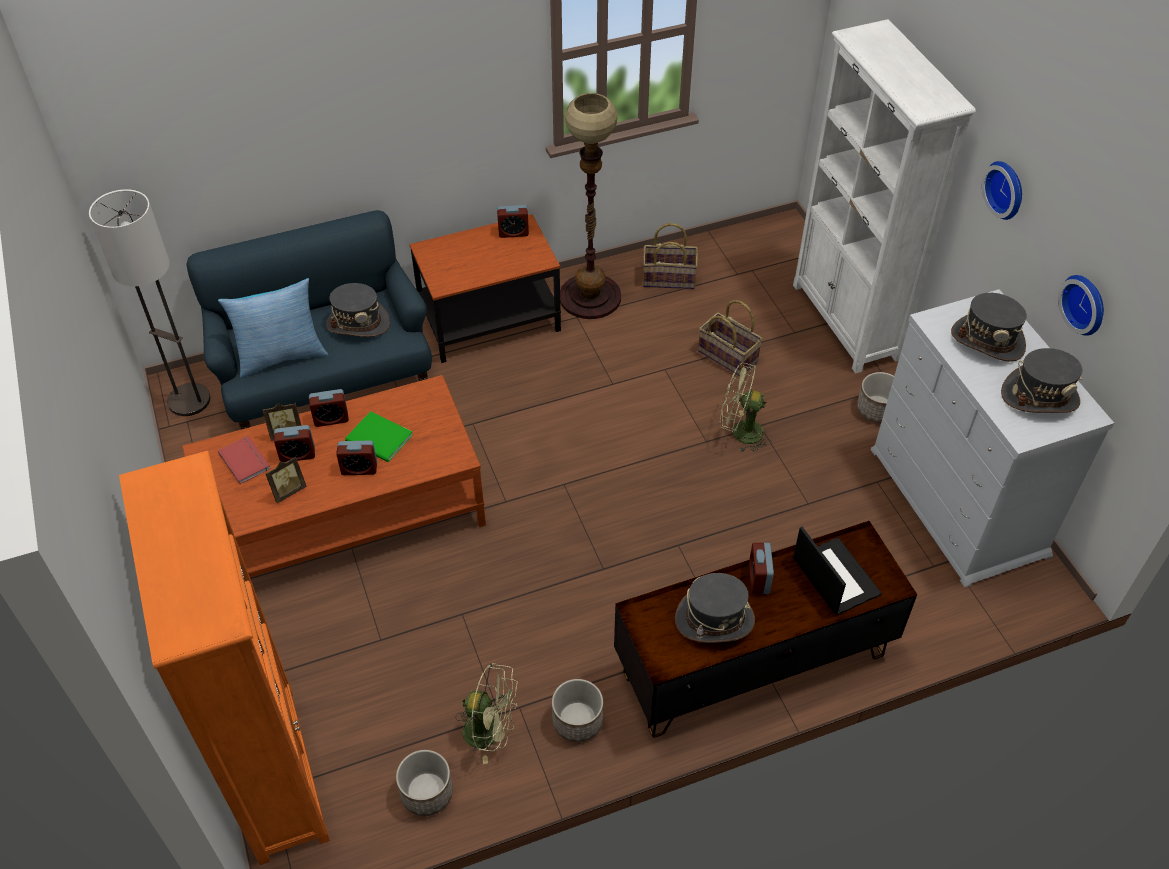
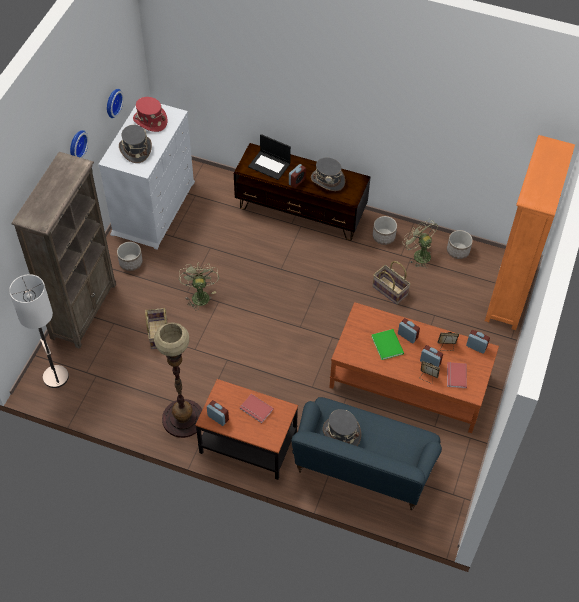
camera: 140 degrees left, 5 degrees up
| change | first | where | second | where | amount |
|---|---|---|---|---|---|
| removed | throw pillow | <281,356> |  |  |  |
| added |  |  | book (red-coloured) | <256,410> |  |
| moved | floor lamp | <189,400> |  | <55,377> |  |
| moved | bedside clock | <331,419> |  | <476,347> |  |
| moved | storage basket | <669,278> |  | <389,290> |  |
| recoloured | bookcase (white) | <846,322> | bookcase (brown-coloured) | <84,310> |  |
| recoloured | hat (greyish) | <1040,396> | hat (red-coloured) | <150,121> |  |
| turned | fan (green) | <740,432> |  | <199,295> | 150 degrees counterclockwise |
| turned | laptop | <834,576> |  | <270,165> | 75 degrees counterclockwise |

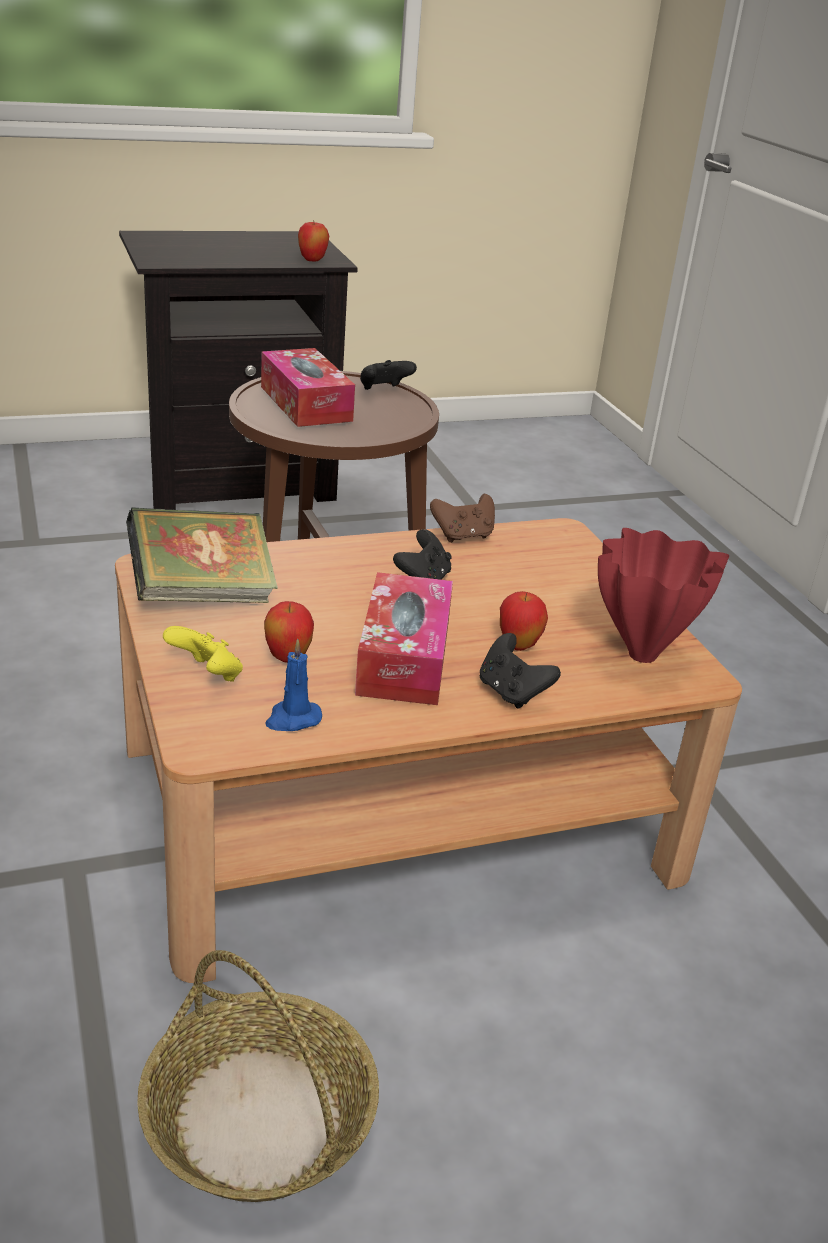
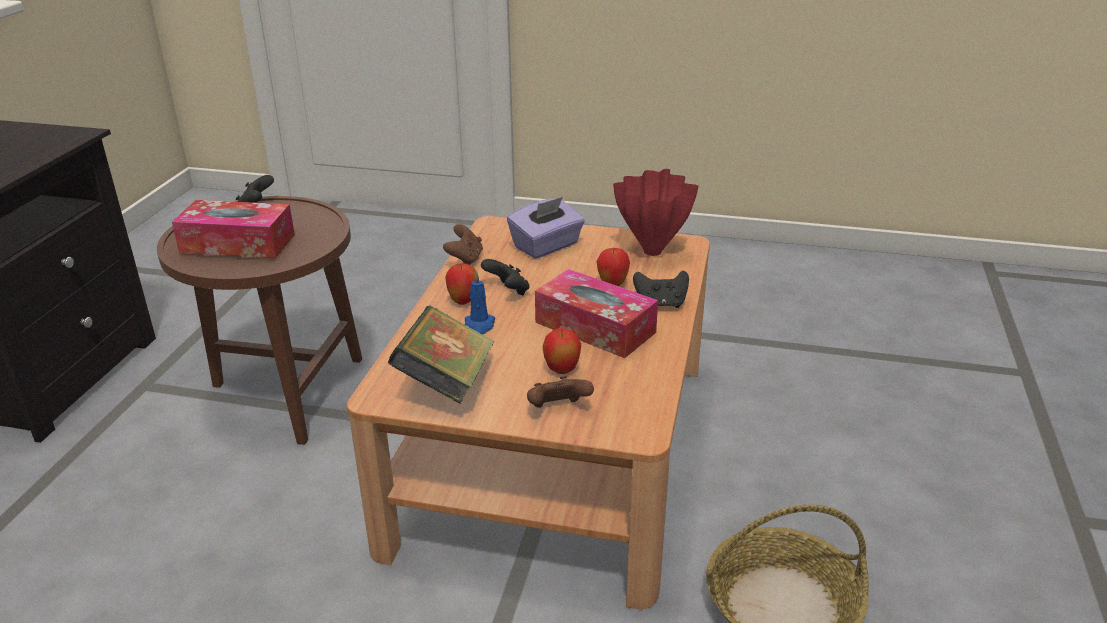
camera: 55 degrees left, 0 degrees up
| change | first | where | second | where | amount |
|---|---|---|---|---|---|
| added |  |  | box of tissues (purple-coloured) | <546,246> |  |
| moved | wax light (blue) | <292,719> |  | <479,325> |  |
| moved | apple | <312,260> |  | <463,301> |  |
| recoloured | gamepad (yellow) | <207,675> | gamepad (brown-coloured) | <558,409> |  |

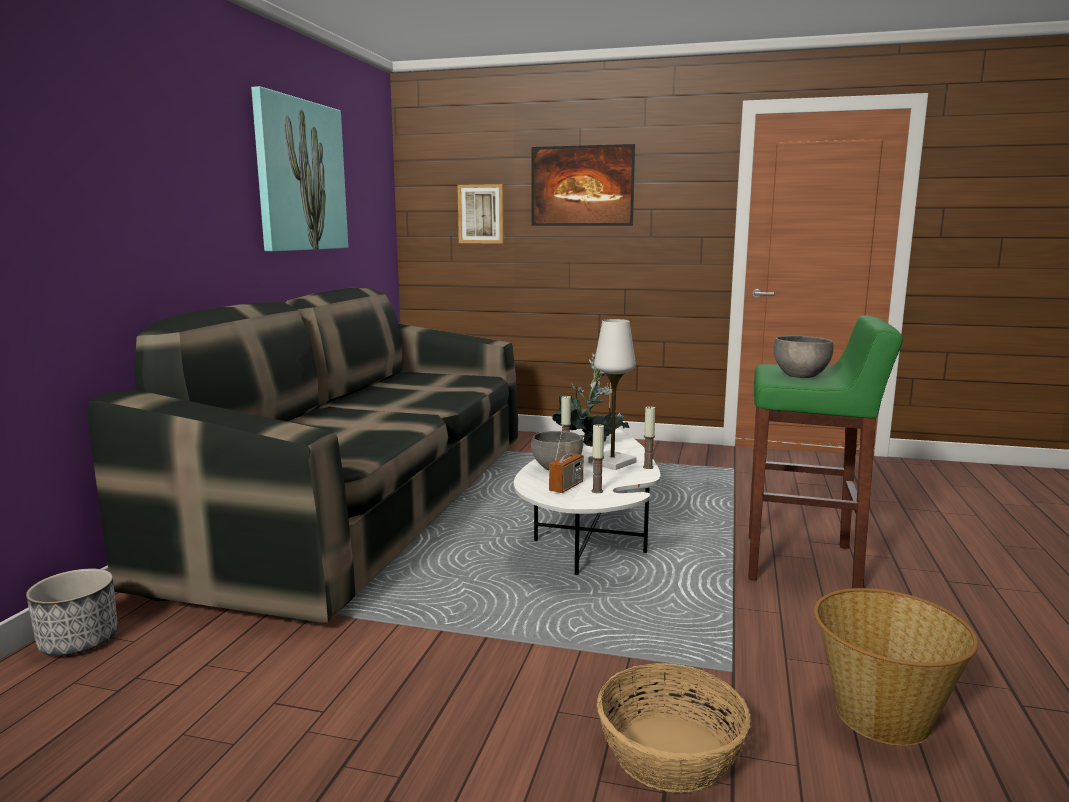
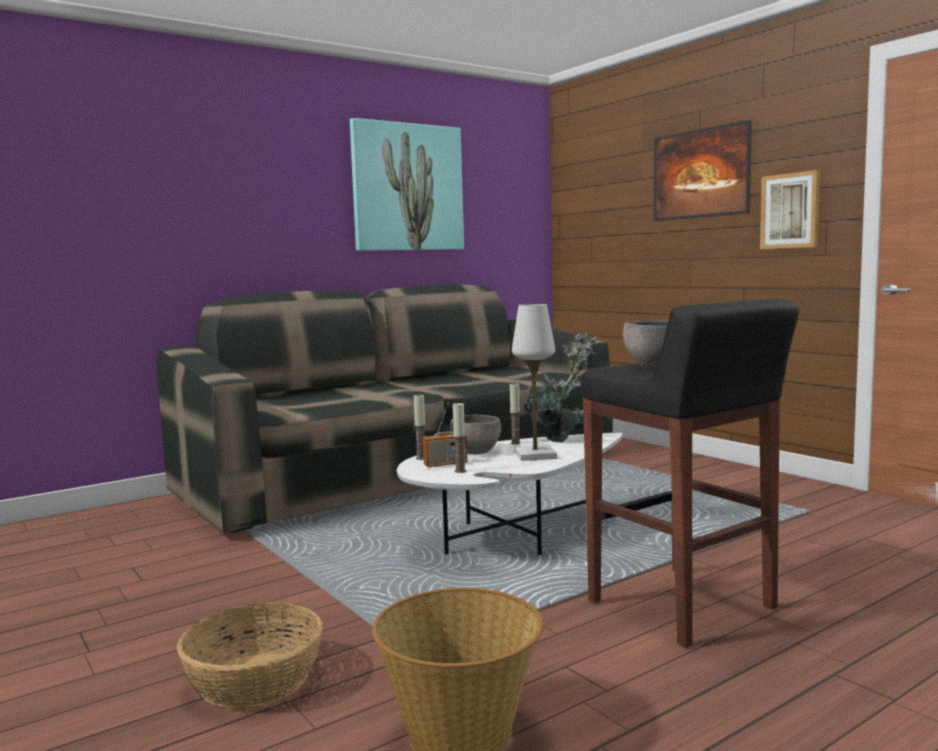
camera: 40 degrees right, 5 degrees down
| change | first | where | second | where | amount |
|---|---|---|---|---|---|
| removed | plant pot | <79,641> |  |  |  |
| moved | wall art | <481,214> |  | <790,211> |  |
| moved | wax light | <648,467> |  | <421,458> |  |
| recoloured | stool seat (green) | <803,563> | stool seat (black-coloured) | <683,606> |  |

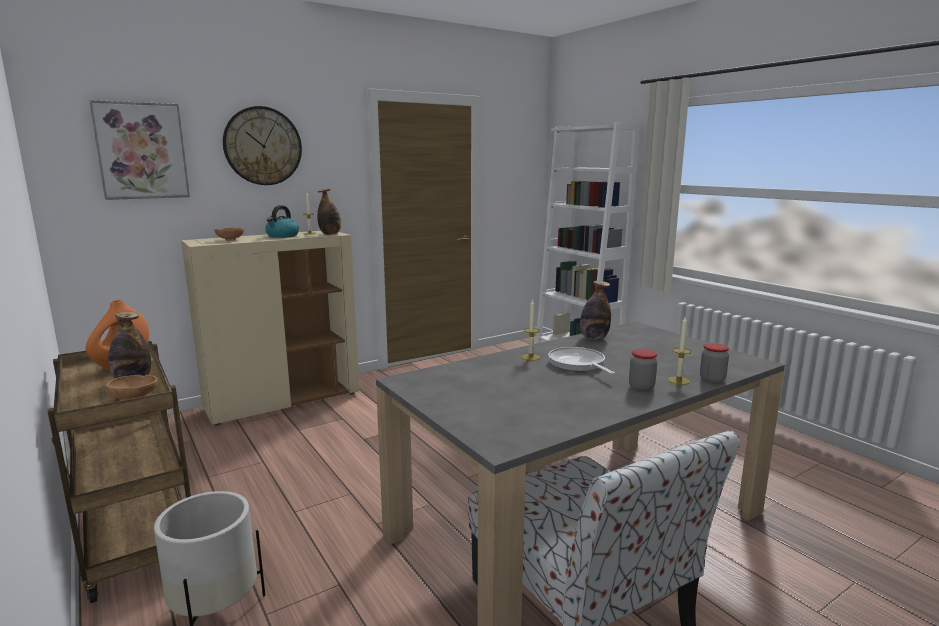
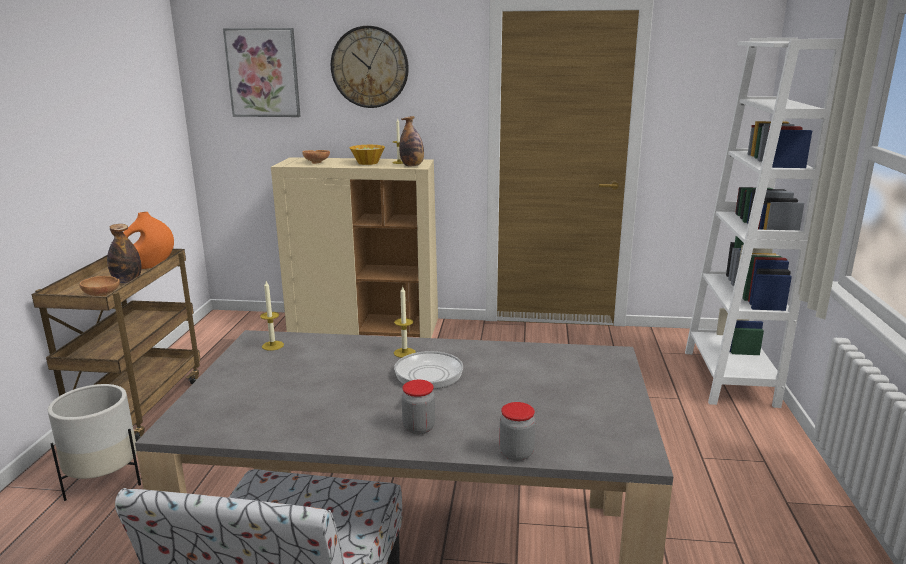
camera: 40 degrees right, 5 degrees up
| change | first | where | second | where | amount |
|---|---|---|---|---|---|
| removed | bottle | <594,338> |  |  |  |
| moved | wax light | <678,380> |  | <272,345> |  |
| replaced | water kettle | <282,236> | deep dish | <368,163> |  |

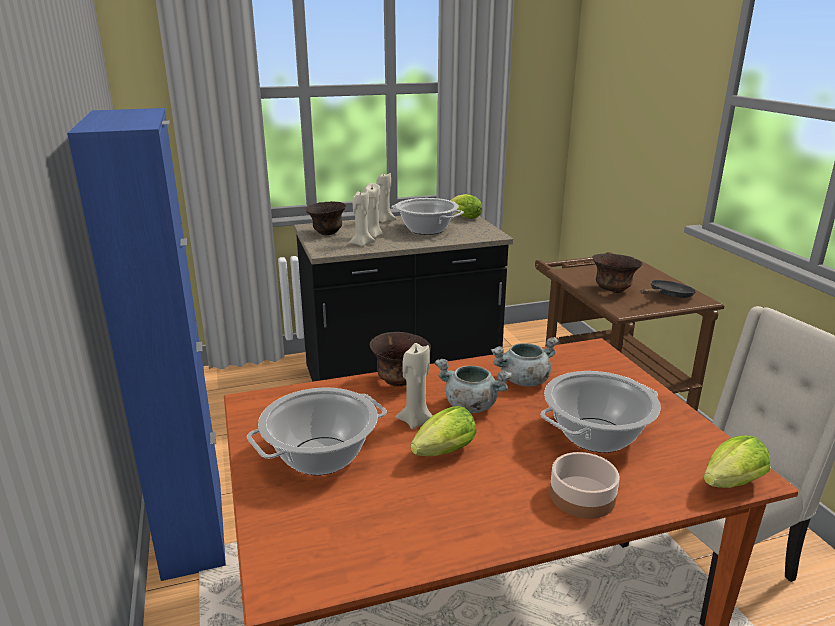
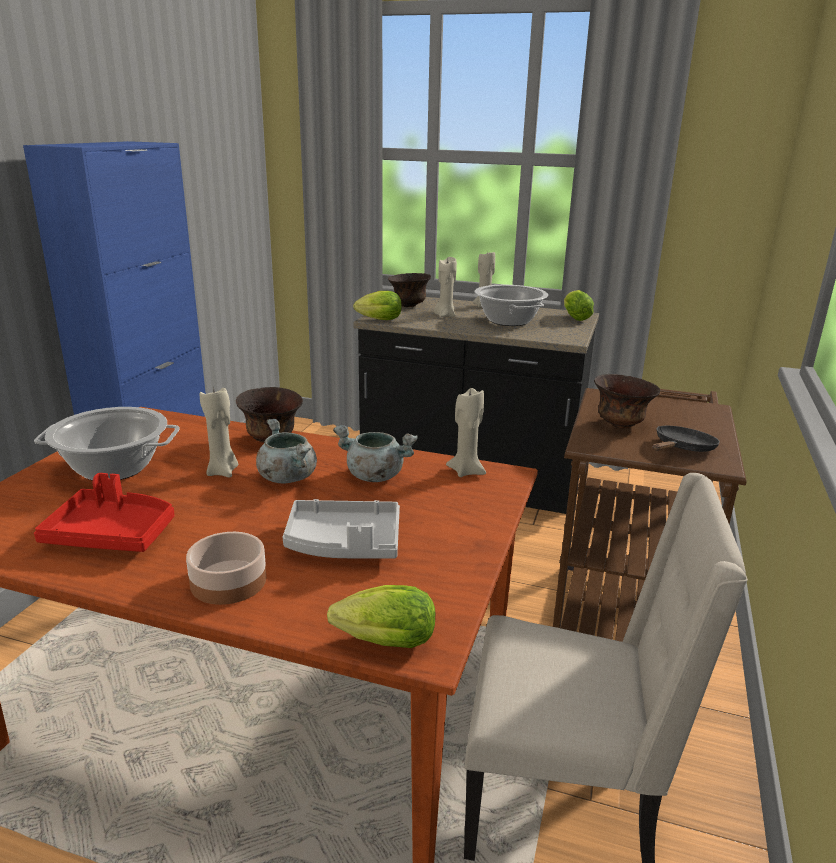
camera: 35 degrees right, 0 degrees up
| change | first | where | second | where | amount |
|---|---|---|---|---|---|
| added |  |  | tray (red-coloured) | <112,534> |  |
| moved | wax light (sand-coloured) | <362,244> |  | <466,471> |  |
| moved | head of lettuce | <441,454> |  | <377,320> |  |
| replaced | stockpot | <596,436> | tray (greyish) | <344,544> |  |
| turned | skillet (black-coloured) | <668,296> |  | <682,449> | 45 degrees counterclockwise |

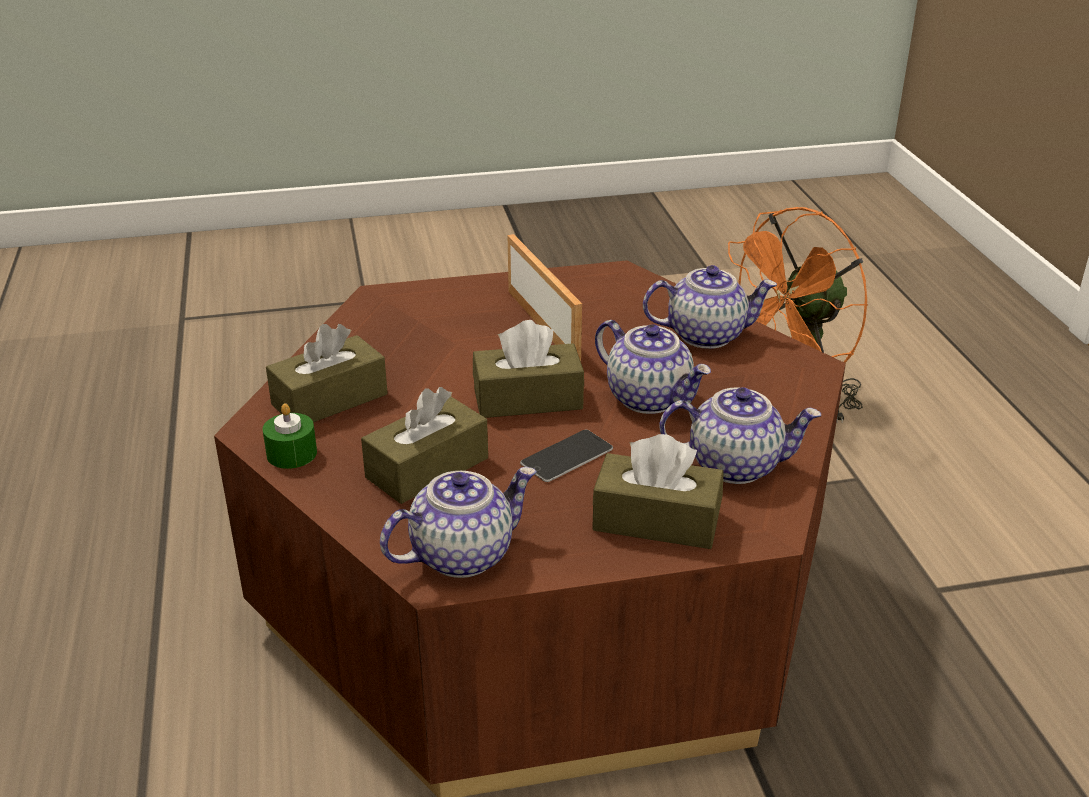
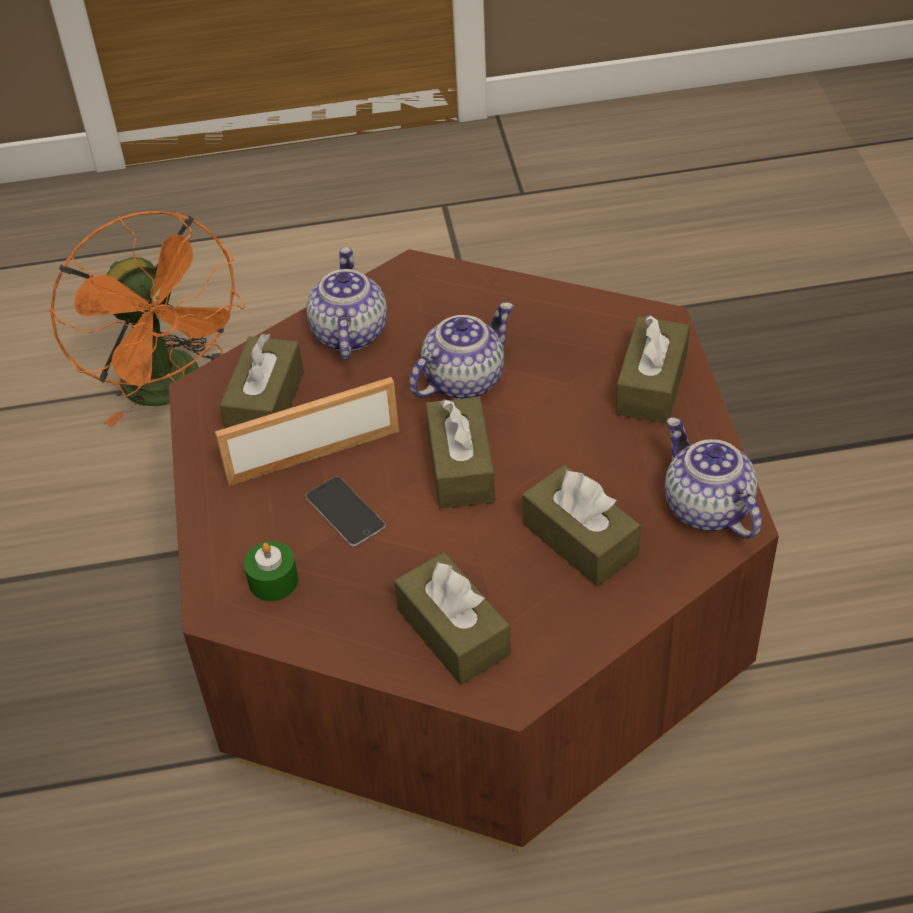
camera: 85 degrees left, 15 degrees up
| change | first | where | second | where | amount |
|---|---|---|---|---|---|
| removed | teapot | <735,464> |  |  |  |
| added |  |  | box of tissues (brown-coloured) | <265,403> |  |
| moved | wax light (green) | <291,453> |  | <273,581> |  |
| moved | phone | <567,456> |  | <345,511> |  |

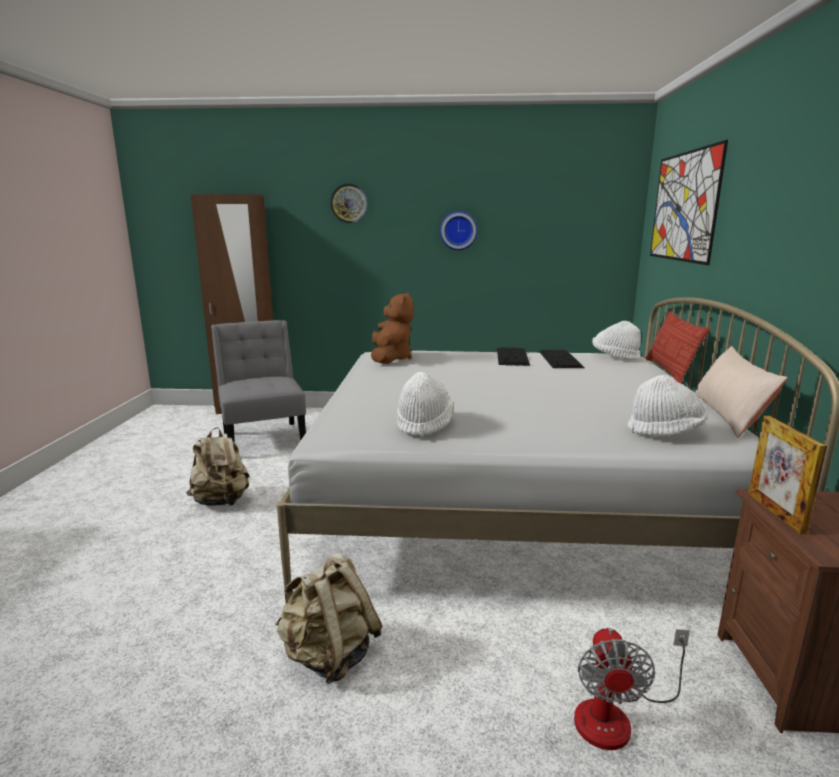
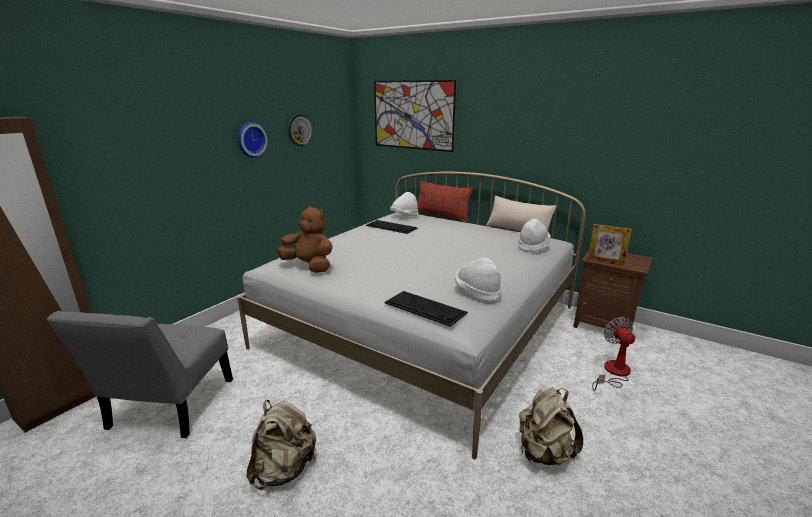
camera: 60 degrees left, 5 degrees up
| change | first | where | second | where | amount |
|---|---|---|---|---|---|
| moved | wall clock | <349,203> |  | <299,130> |  |
| moved | PC keyboard | <512,356> |  | <426,307> |  |
| turned | plain chair (greyish) | <263,438> |  | <168,408> | 90 degrees counterclockwise |
| turned | fan | <616,715> |  | <613,373> | 135 degrees counterclockwise |

